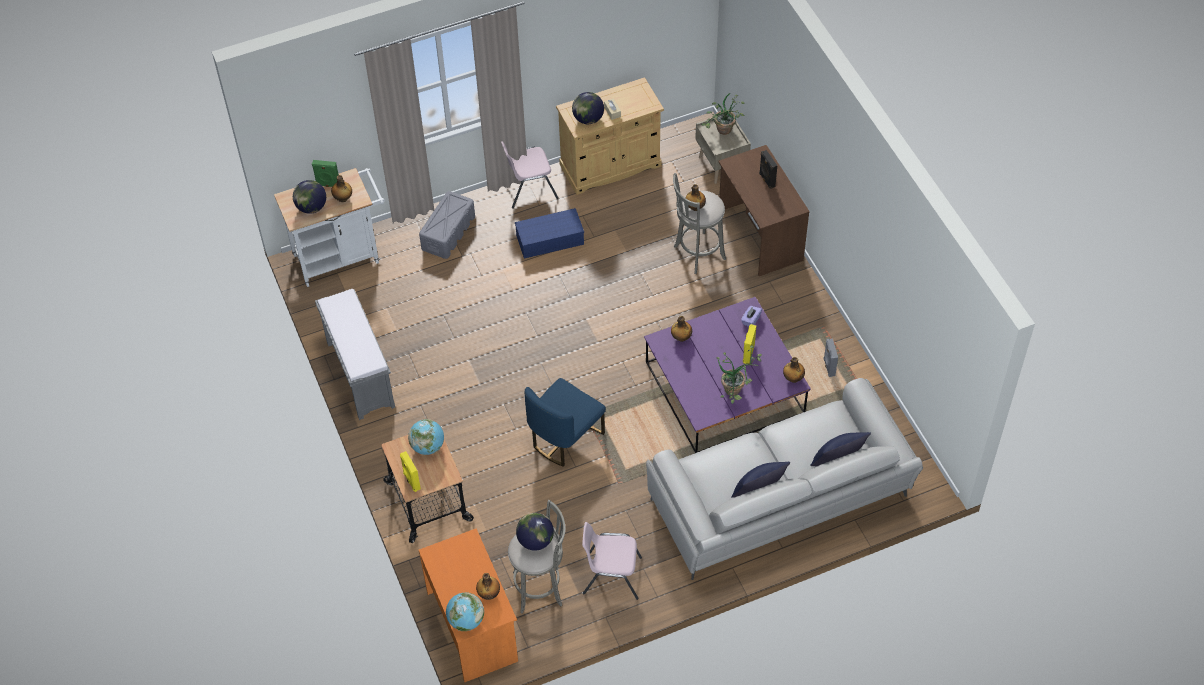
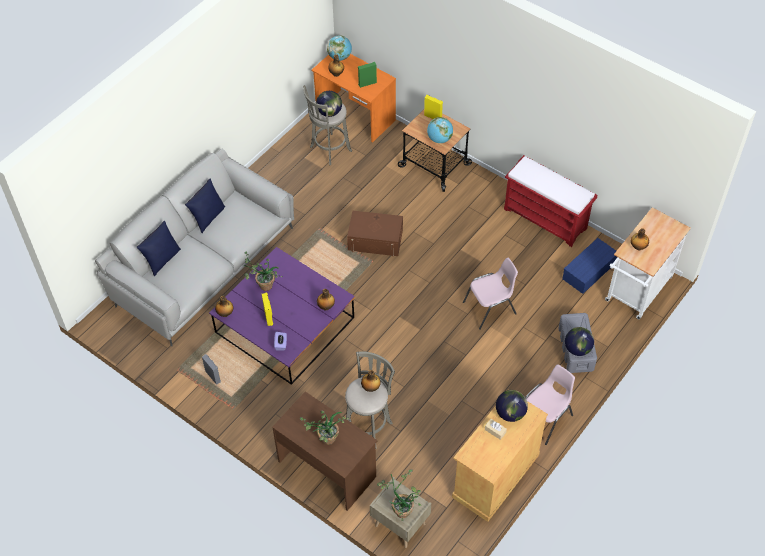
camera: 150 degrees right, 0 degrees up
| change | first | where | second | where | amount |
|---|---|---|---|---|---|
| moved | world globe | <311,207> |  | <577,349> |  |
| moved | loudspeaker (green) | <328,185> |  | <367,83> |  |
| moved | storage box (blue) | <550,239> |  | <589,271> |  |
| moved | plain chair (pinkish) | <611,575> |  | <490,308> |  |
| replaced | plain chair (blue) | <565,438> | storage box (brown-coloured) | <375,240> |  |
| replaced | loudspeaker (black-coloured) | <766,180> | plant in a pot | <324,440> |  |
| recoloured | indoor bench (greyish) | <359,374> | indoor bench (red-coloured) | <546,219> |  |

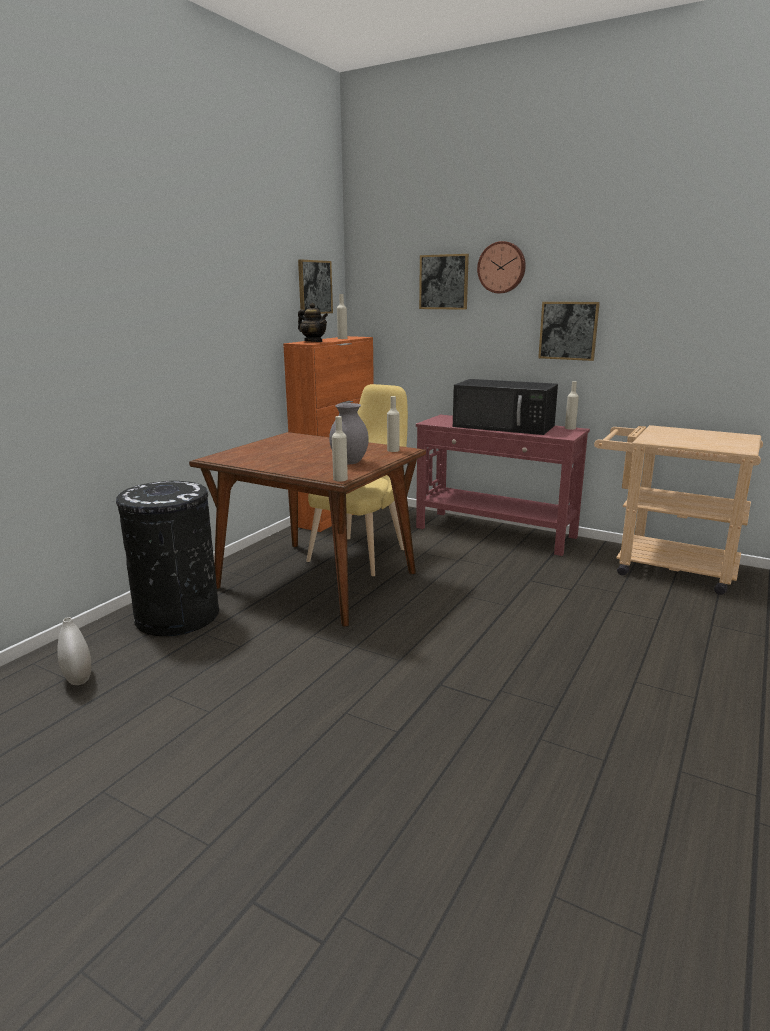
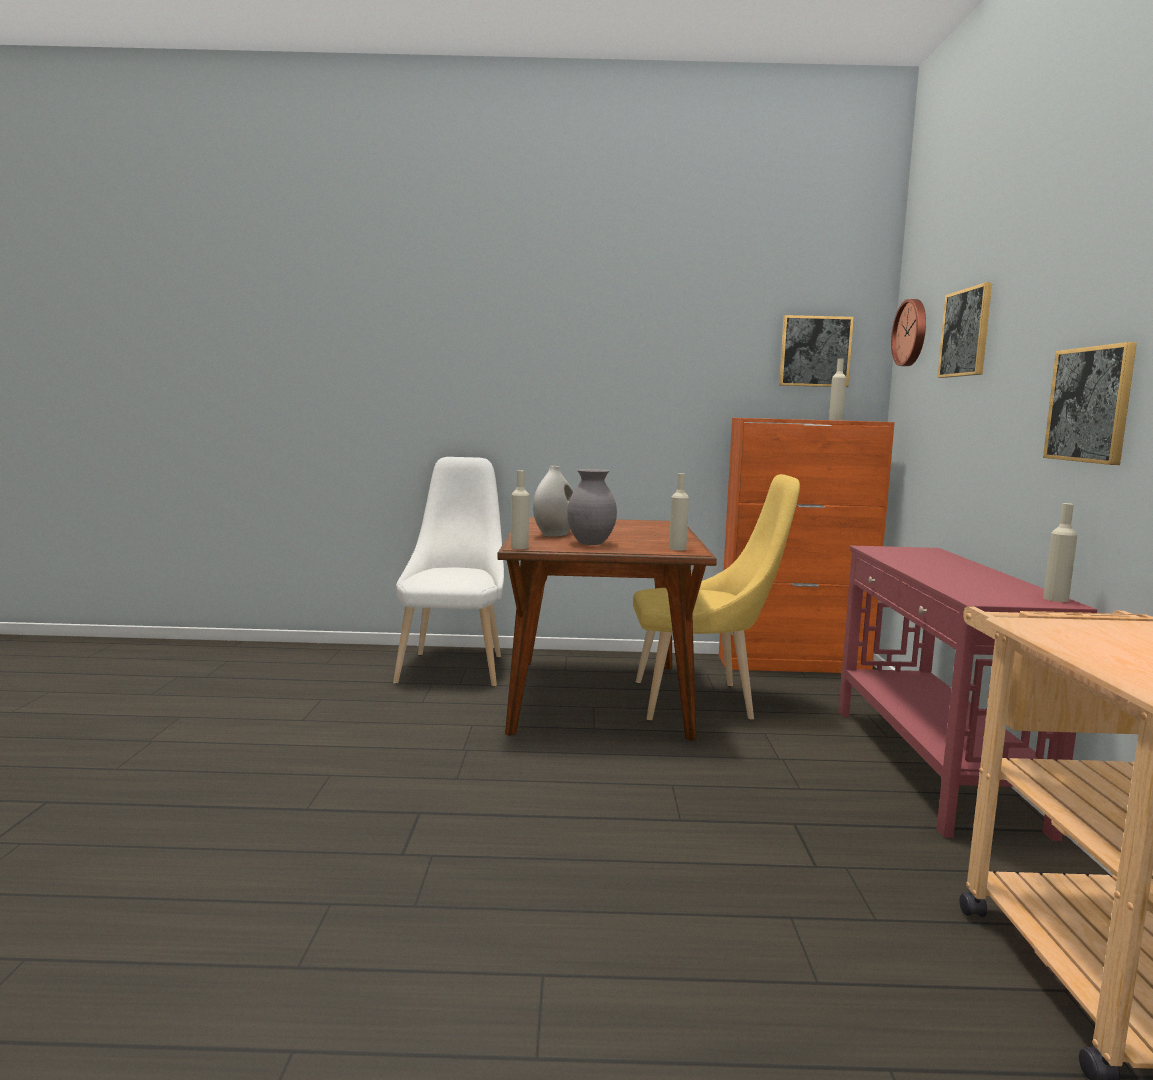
camera: 60 degrees right, 10 degrees down
| change | first | where | second | where | amount |
|---|---|---|---|---|---|
| removed | teapot | <313,342> |  |  |  |
| removed | kitchen microwave (black-coloured) | <505,426> |  |  |  |
| moved | decorative vase (white) | <78,677> |  | <555,534> |  |
| moved | wall clock | <502,267> |  | <912,333> |  |
| replaced | trash can (black-coloured) | <177,616> | plain chair (white) | <454,667> |  |

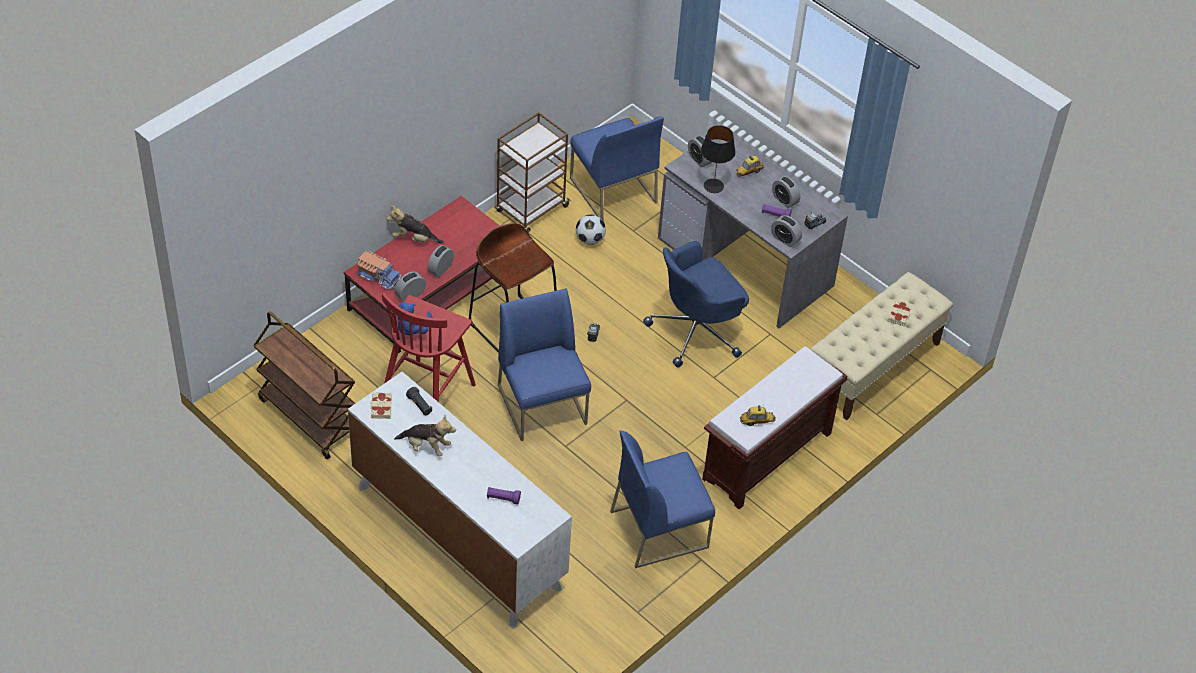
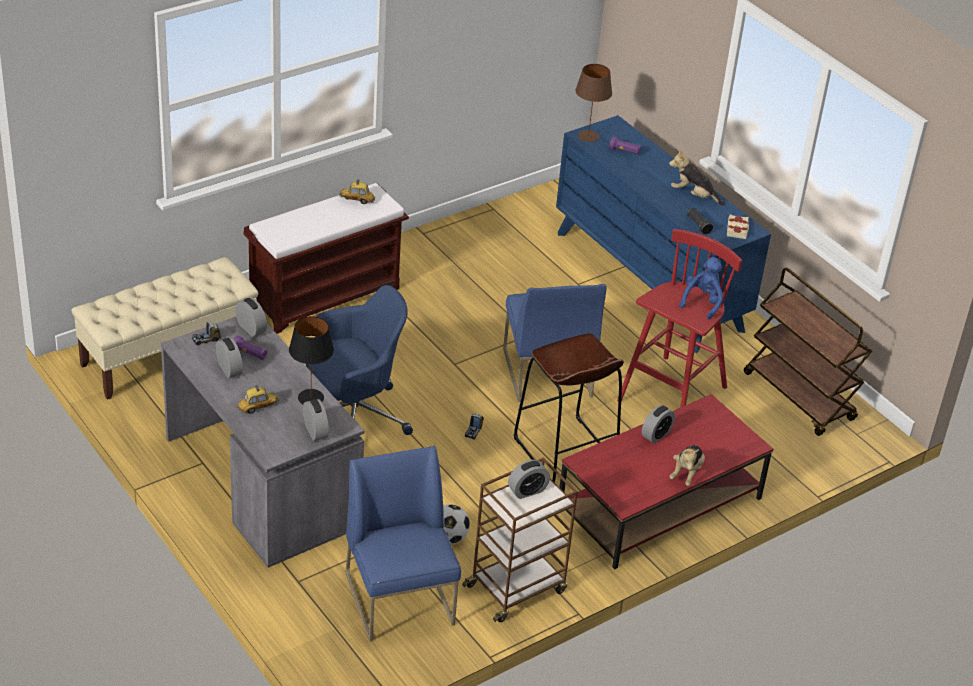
camera: 170 degrees left, 10 degrees down
| change | first | where | second | where | amount |
|---|---|---|---|---|---|
| removed | toy lorry | <379,276> |  |  |  |
| removed | plain chair (blue) | <659,528> |  |  |  |
| removed | book (sand-coloured) | <899,315> |  |  |  |
| added |  |  | table lamp (brown-coloured) | <588,136> |  |
| moved | bedside clock | <410,295> |  | <527,491> |  |
| recoloured | dresser (white) | <457,536> | dresser (blue) | <649,281> |  |
| turned | cuddly toy | <414,239> |  | <686,473> | 90 degrees clockwise |

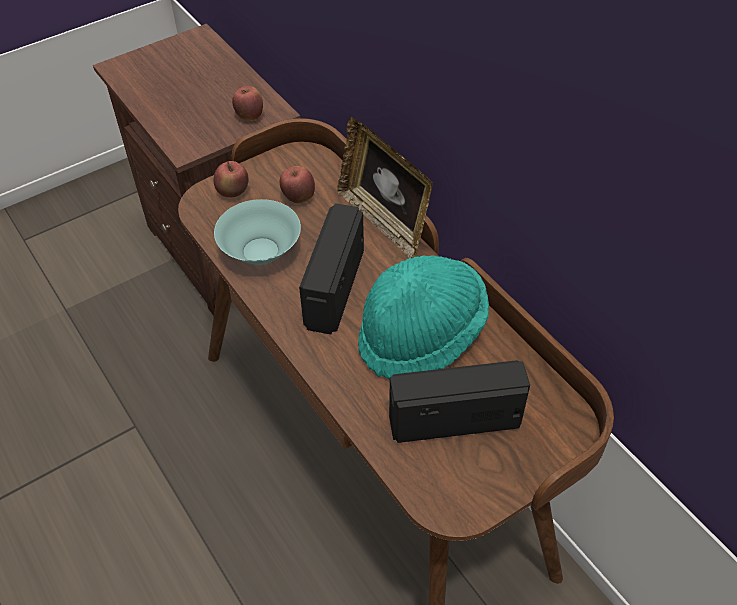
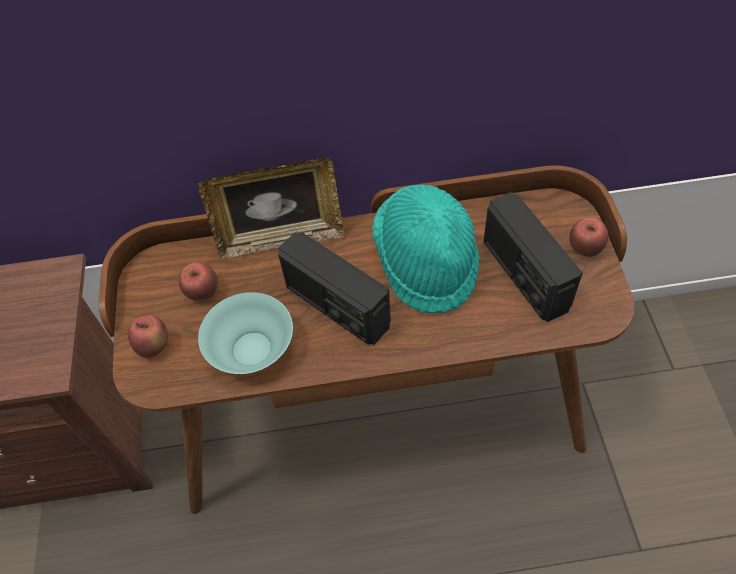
camera: 60 degrees left, 5 degrees up
| change | first | where | second | where | amount |
|---|---|---|---|---|---|
| moved | apple | <250,116> |  | <585,249> |  |
| turned | radio set | <454,420> |  | <524,275> | 45 degrees counterclockwise |

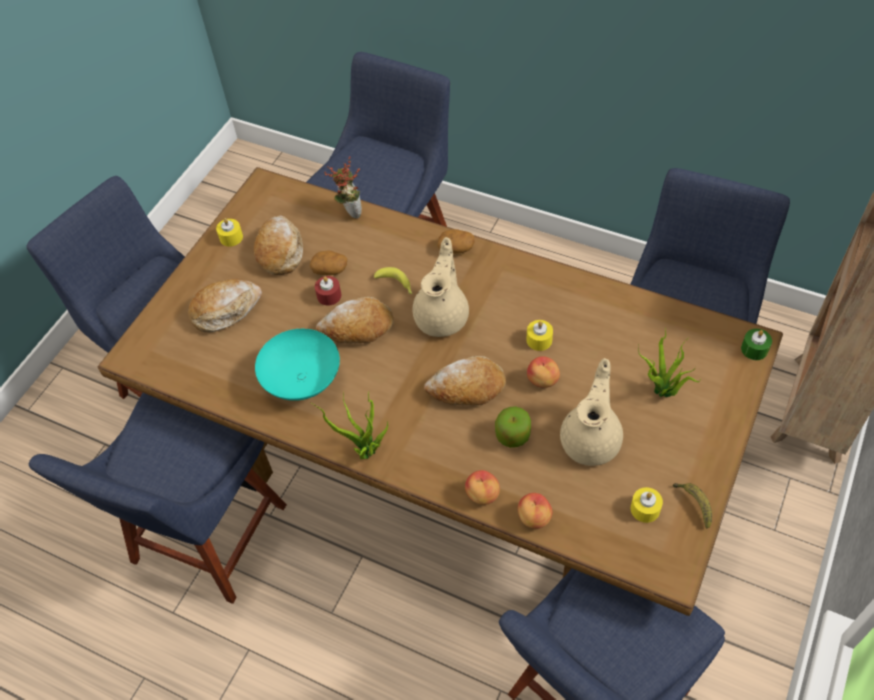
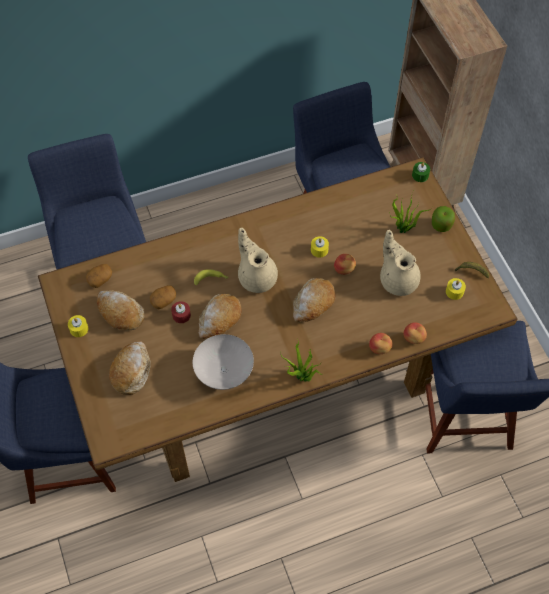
camera: 50 degrees left, 5 degrees up
| change | first | where | second | where | amount |
|---|---|---|---|---|---|
| removed | plain chair (blue) | <205,540> |  |  |  |
| removed | plant in a pot | <349,211> |  |  |  |
| moved | spud | <456,248> |  | <100,279> |  |
| moved | apple | <512,435> |  | <441,225> |  |
| recoloured | deep dish (blue-green) | <301,381> | deep dish (white) | <224,372> |  |

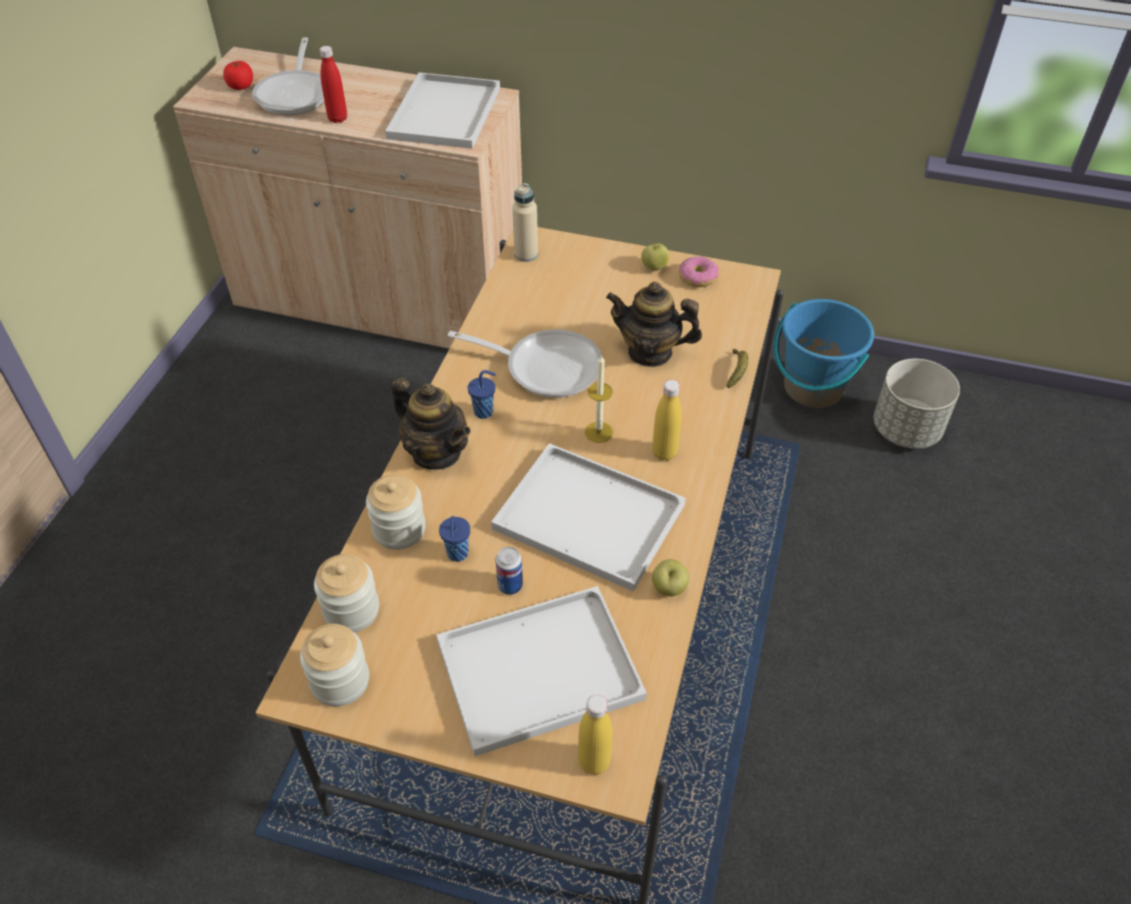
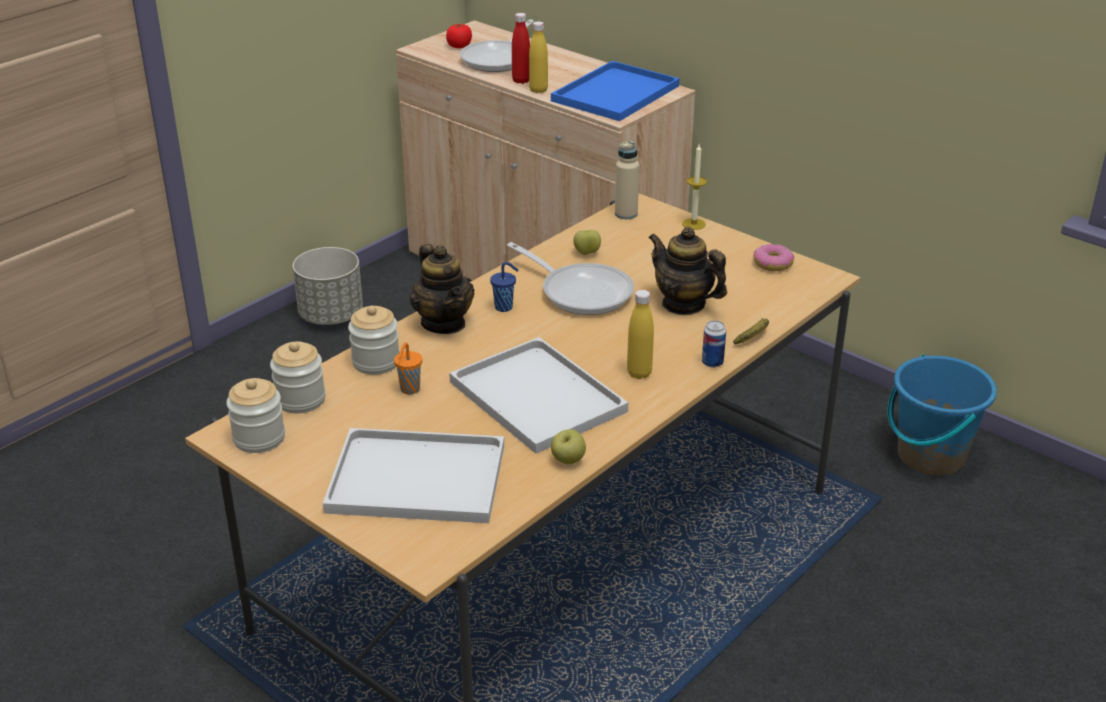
camera: 25 degrees right, 15 degrees down
| change | first | where | second | where | amount |
|---|---|---|---|---|---|
| moved | metal can | <510,585> |  | <712,363> |  |
| moved | bottle (yellow) | <594,762> |  | <538,90> |  |
| moved | wax light | <598,432> |  | <693,224> |  |
| moved | apple | <654,267> |  | <587,253> |  |
| moved | plant pot (greyish) | <906,430> |  | <331,316> |  |
| recoloured | tray (white) | <444,111> | tray (blue) | <615,92> |  |
| recoloured | cup (blue) | <457,554> | cup (orangey) | <409,390> |  |

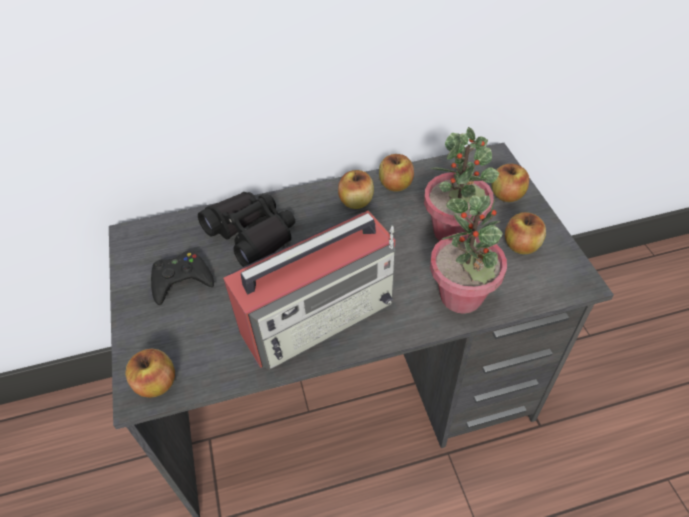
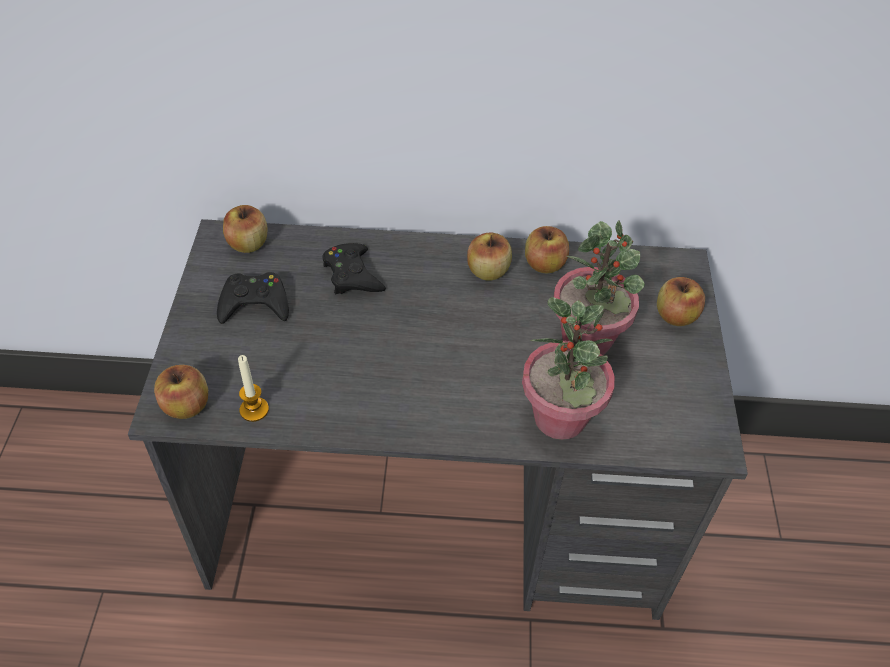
camera: 15 degrees right, 0 degrees up
| change | first | where | second | where | amount |
|---|---|---|---|---|---|
| removed | radio set | <320,315> |  |  |  |
| added |  |  | wax light | <254,410> |  |
| moved | apple | <521,245> |  | <248,244> |  |
| replaced | binoculars (black-coloured) | <252,234> | gamepad (black-coloured) | <352,275> |  |

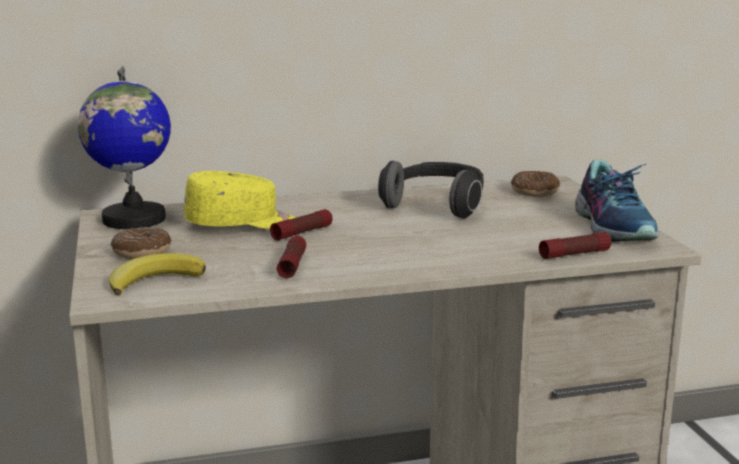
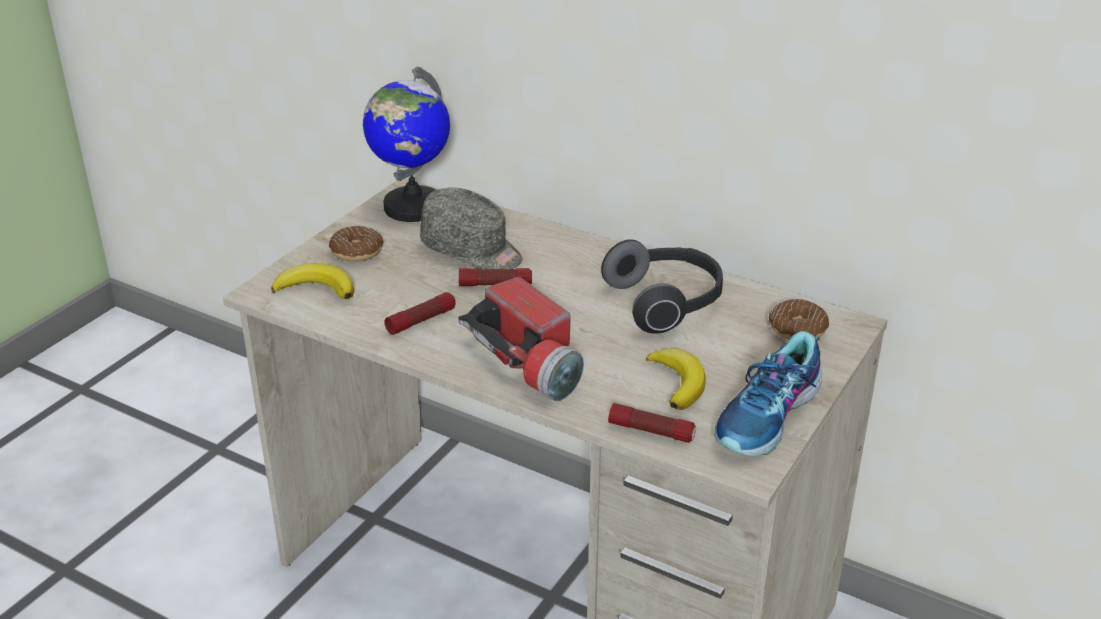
camera: 45 degrees right, 15 degrees up
| change | first | where | second | where | amount |
|---|---|---|---|---|---|
| added |  |  | flashlight | <529,360> |  |
| added |  |  | banana | <678,382> |  |
| recoloured | peaked cap (yellow) | <241,224> | peaked cap (greyish) | <472,250> |  |

